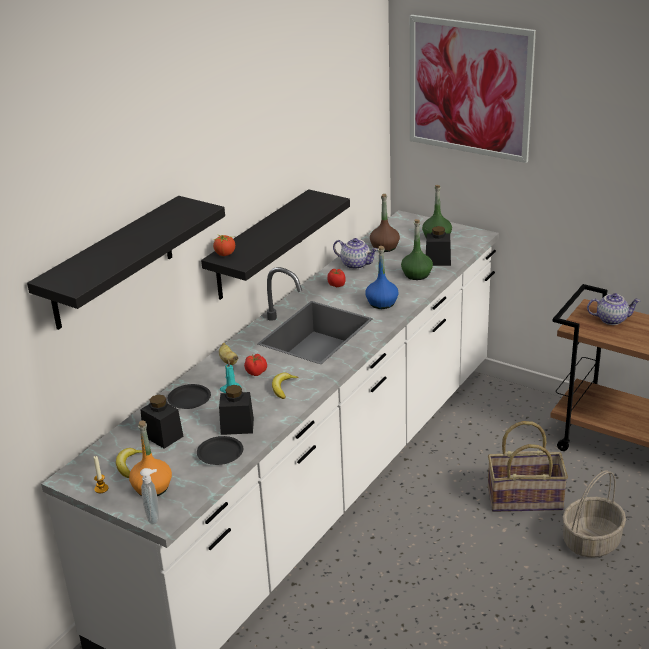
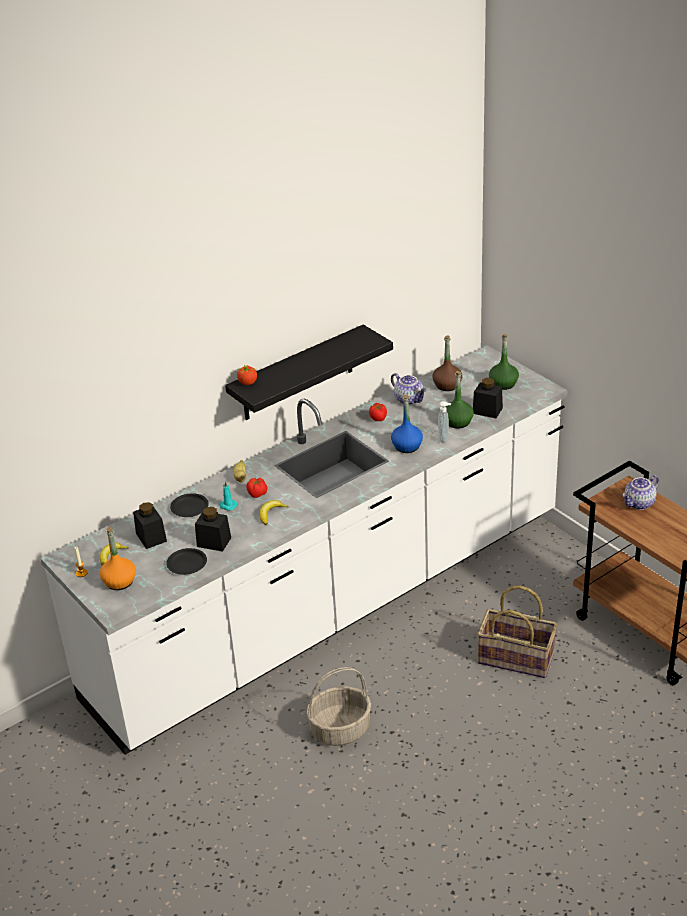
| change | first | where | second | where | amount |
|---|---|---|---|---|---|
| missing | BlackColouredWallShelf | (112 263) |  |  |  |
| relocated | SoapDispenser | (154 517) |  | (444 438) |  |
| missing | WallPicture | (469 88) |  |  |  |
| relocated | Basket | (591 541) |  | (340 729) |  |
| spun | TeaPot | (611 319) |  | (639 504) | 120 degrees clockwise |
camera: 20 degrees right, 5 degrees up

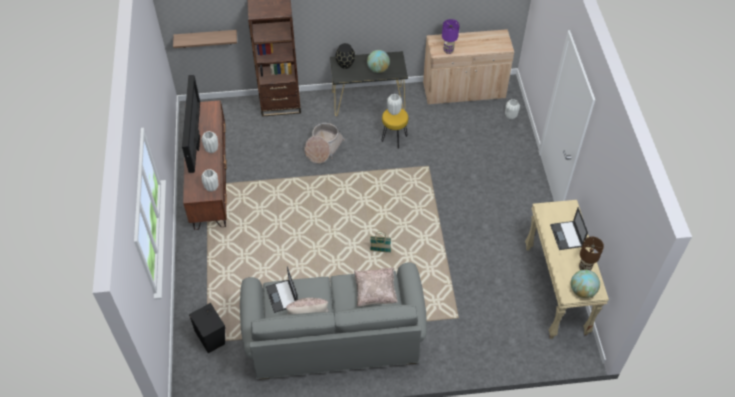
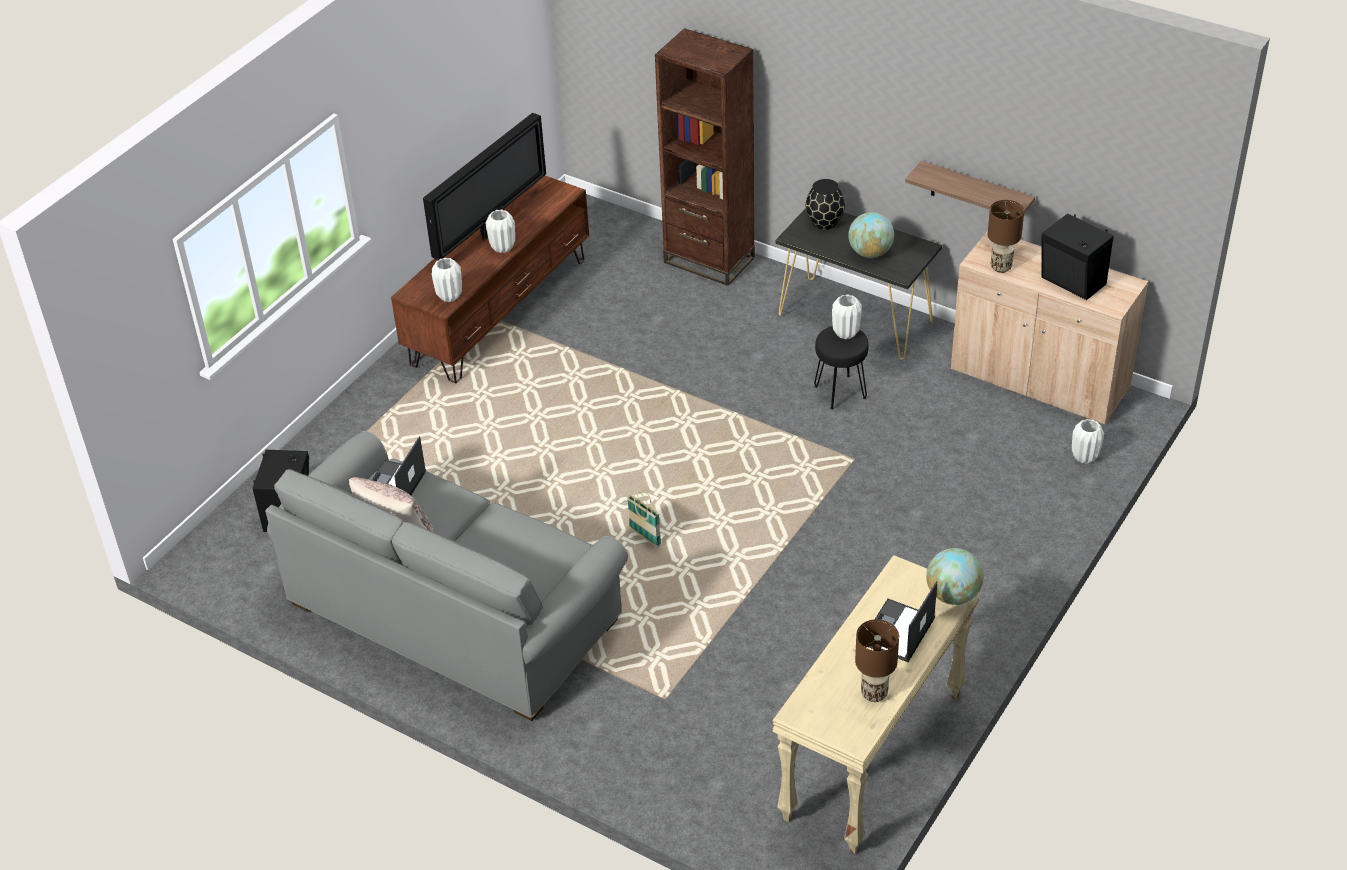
| change | first | where | second | where | amount |
|---|---|---|---|---|---|
| relocated | WallShelf | (206 38) |  | (976 193) |  |
| missing | Basket | (323 148) |  |  |  |
| missing | BeigeColouredCushion | (375 292) |  |  |  |
| colour | YellowStoolSeat | (394 138) | BlackColouredStoolSeat | (841 392) |  |
| colour | PurpleTableLamp | (448 50) | BrownColouredTableLamp | (1000 267) |  |
| relocated | Globe | (582 291) |  | (953 595) |  |
| appeared |  |  | BlackColouredSpeaker | (1072 283) |  |
camera: 40 degrees right, 10 degrees down

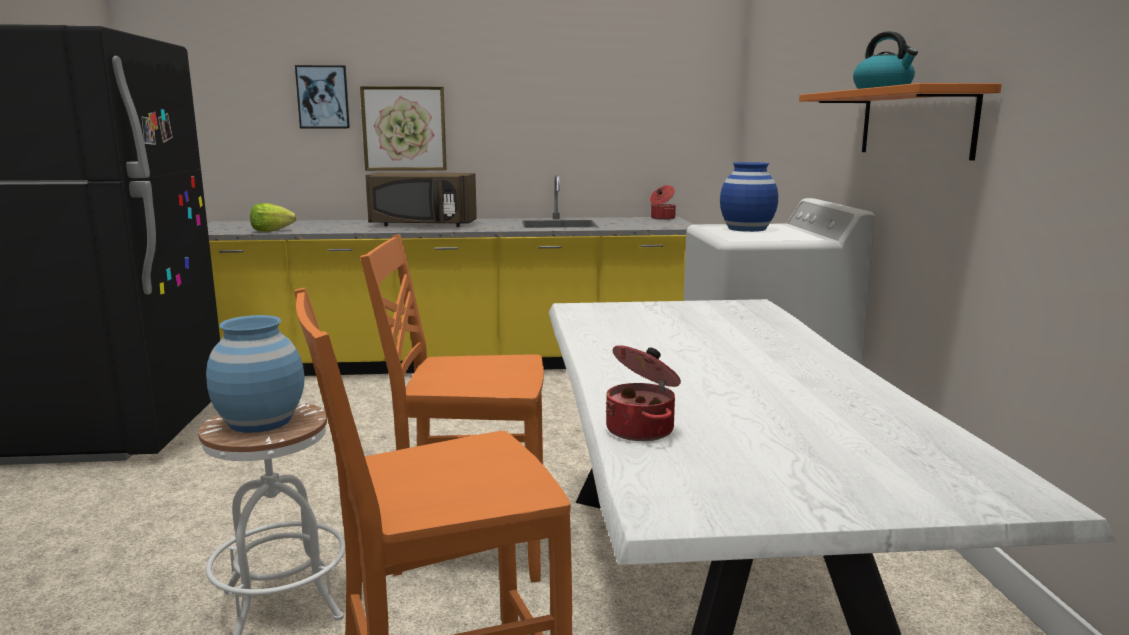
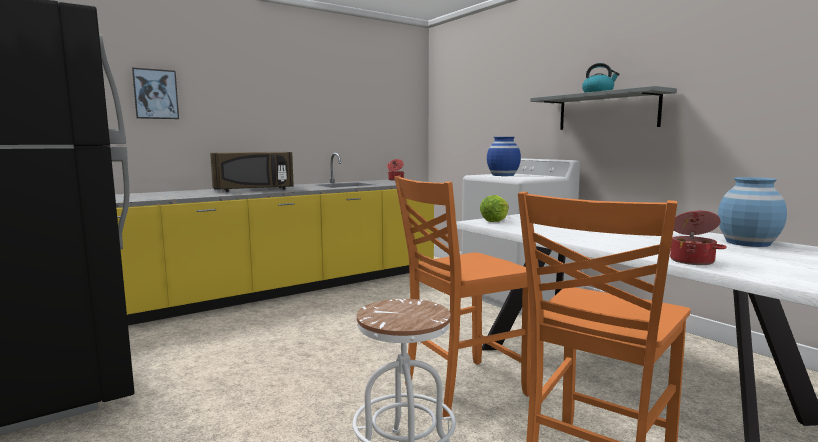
| change | first | where | second | where | amount |
|---|---|---|---|---|---|
| relocated | BlueColouredFlowerVase | (260 421) |  | (748 243) |  |
| relocated | HeadOfLettuce | (271 230) |  | (495 220) |  |
| missing | WallPicture | (404 128) |  |  |  |
| colour | OrangeWallShelf | (915 123) | GreyWallShelf | (607 111) |  |
camera: 30 degrees left, 5 degrees down

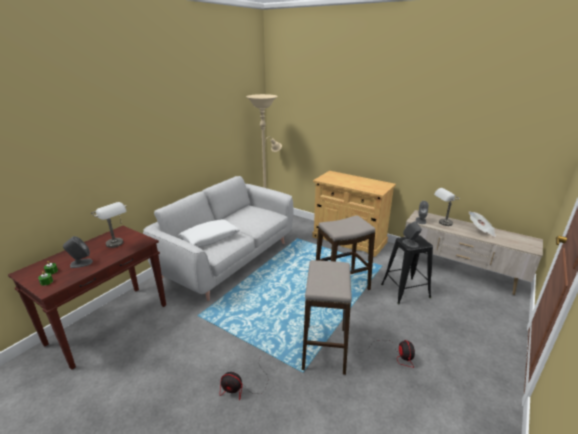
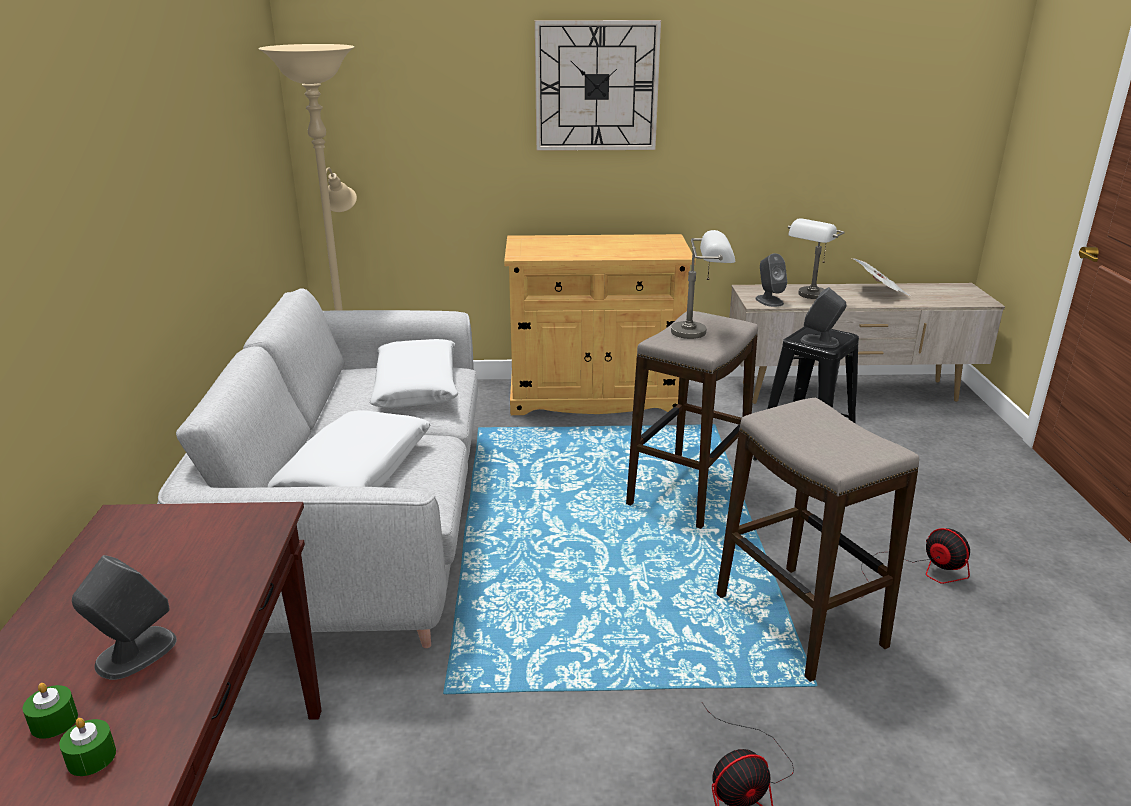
| change | first | where | second | where | amount |
|---|---|---|---|---|---|
| relocated | GreyTableLamp | (118 245) |  | (701 332) |  |
| appeared |  |  | WhitishCushion | (417 386) |  |
| appeared |  |  | ClockOnTheWall | (596 86) |  |
camera: 35 degrees left, 0 degrees up

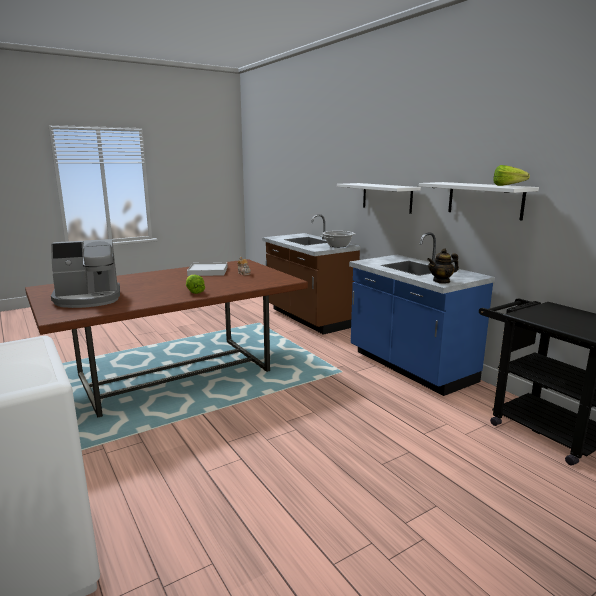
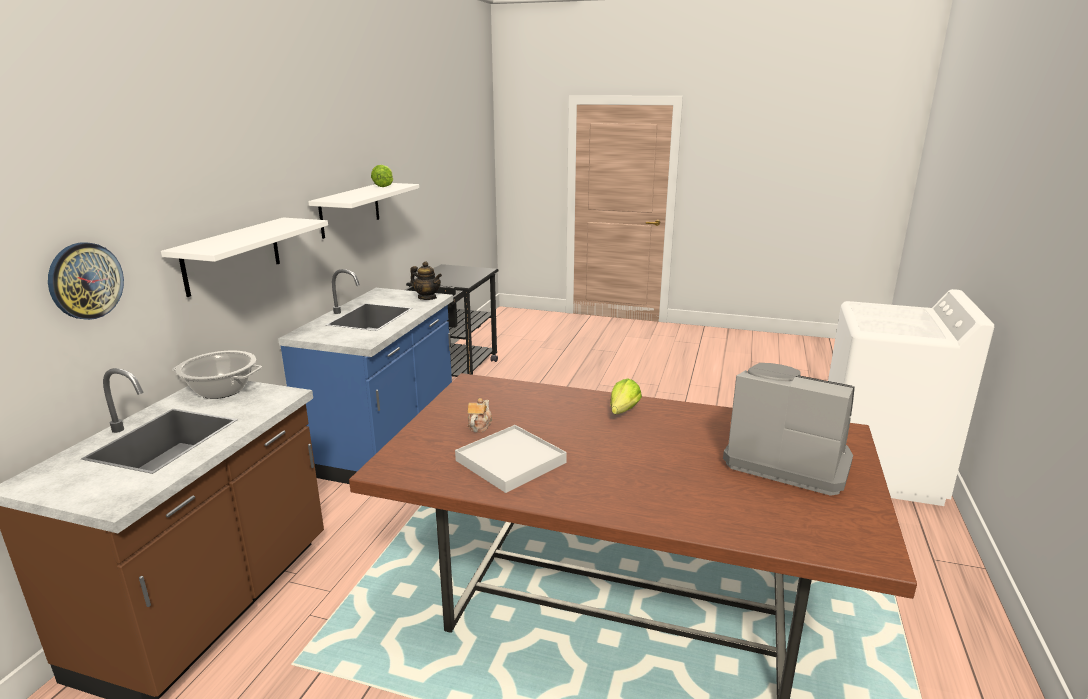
| change | first | where | second | where | amount |
|---|---|---|---|---|---|
| appeared |  |  | ClockOnTheWall | (85 281) |  |
camera: 130 degrees left, 5 degrees up

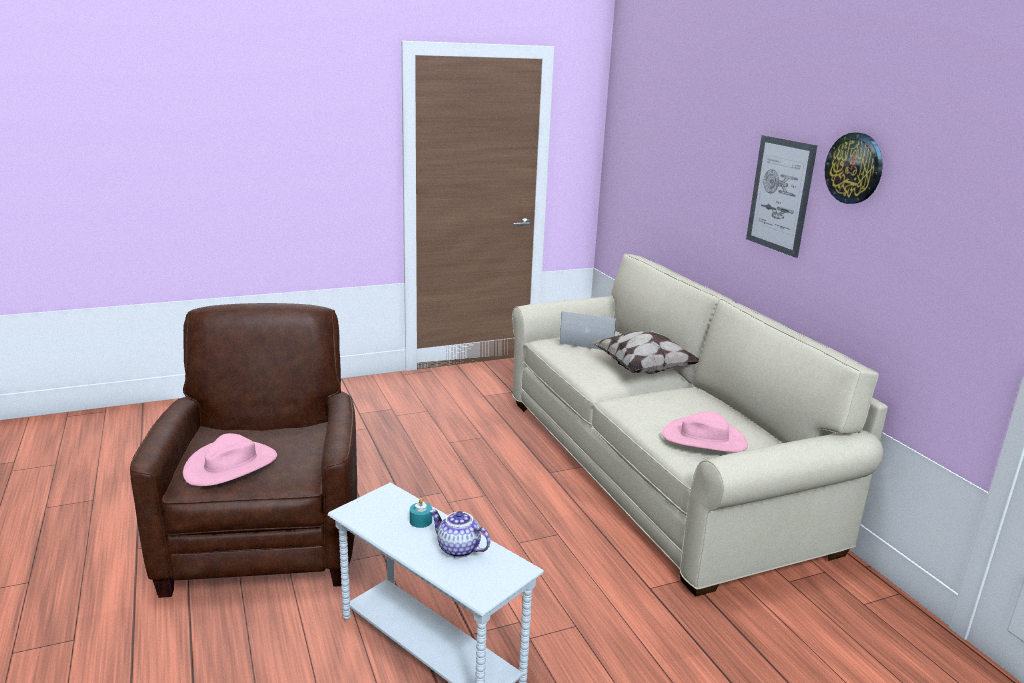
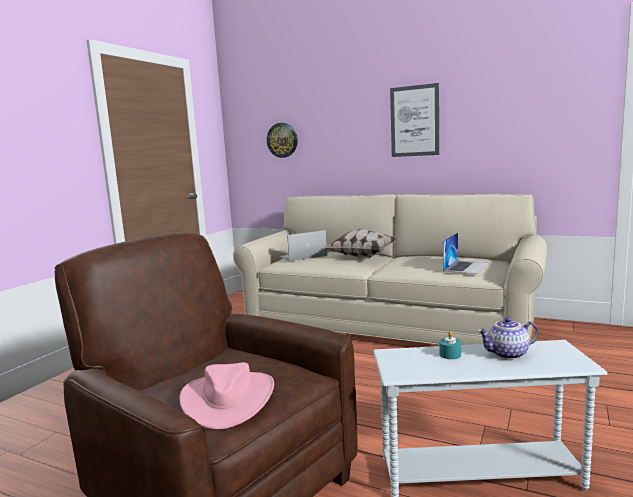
| change | first | where | second | where | amount |
|---|---|---|---|---|---|
| exchanged | PinkClothingHat | (704 439) | PortableComputer | (466 267) |  |
| relocated | ClockOnTheWall | (854 168) |  | (282 140) |  |
camera: 40 degrees left, 10 degrees down

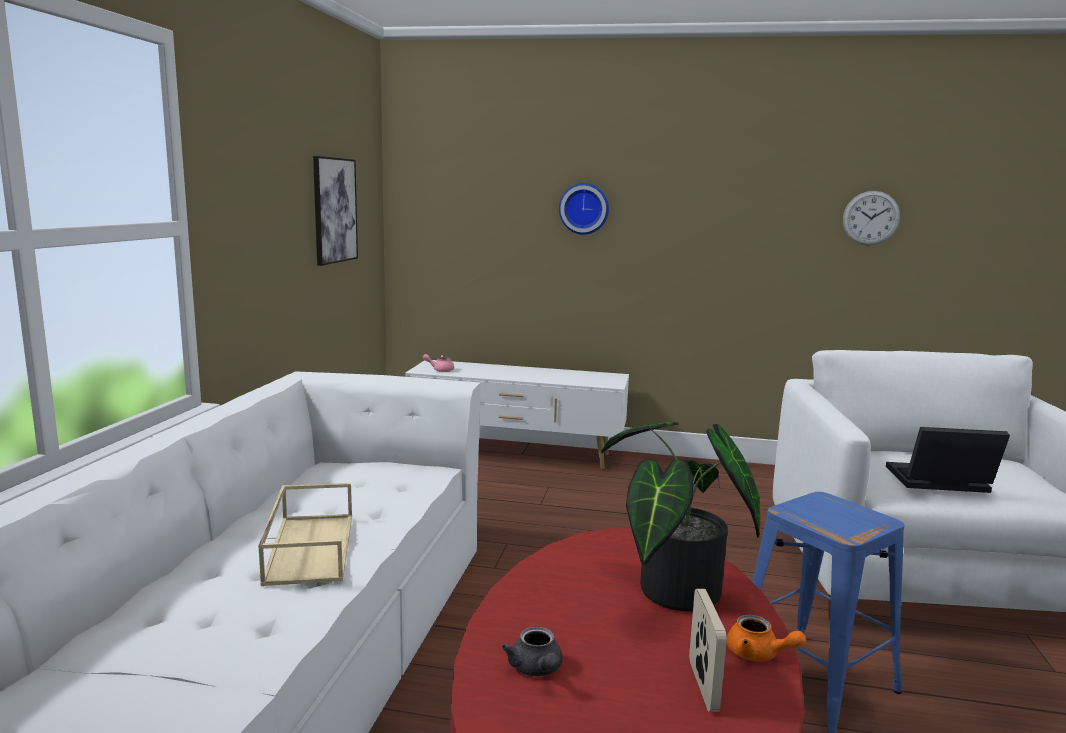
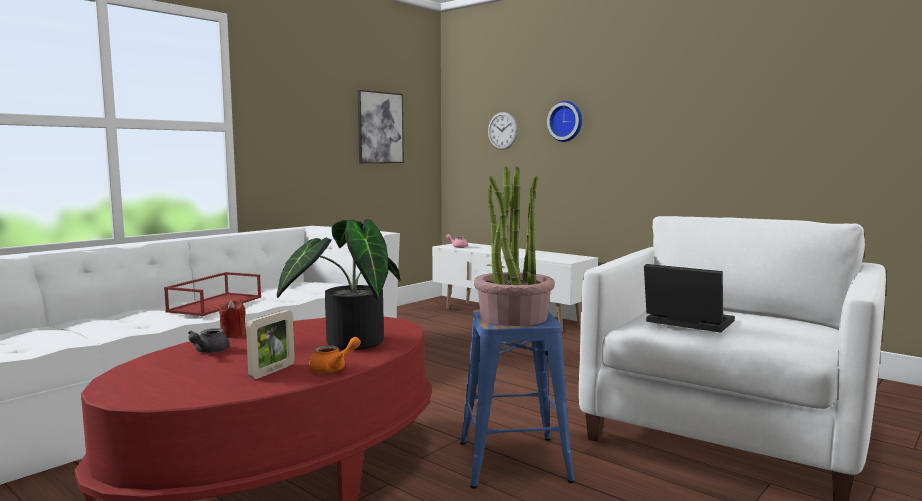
| change | first | where | second | where | amount |
|---|---|---|---|---|---|
| colour | BeigeColouredCarryingTray | (309 547) | RedColouredCarryingTray | (215 304) |  |
| spun | OrangeTeaPot | (758 654) |  | (333 368) | 105 degrees counterclockwise |
| relocated | ClockOnTheWall | (871 218) |  | (502 130) |  |
| appeared |  |  | RedColouredCandle | (233 334) |  |
| appeared |  |  | PottedPlant | (513 317) |  |
camera: 30 degrees right, 5 degrees down

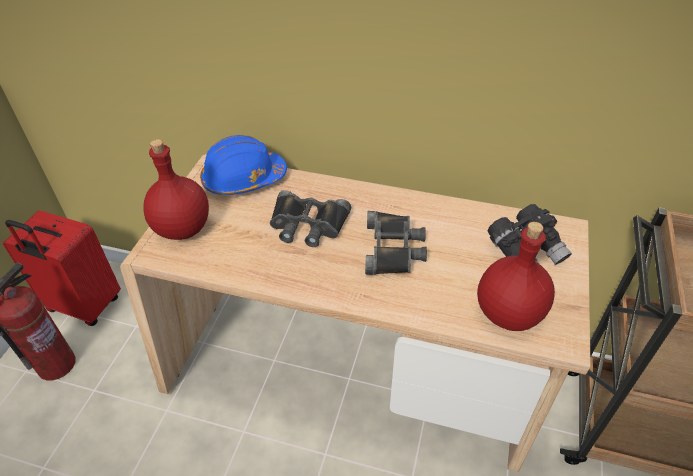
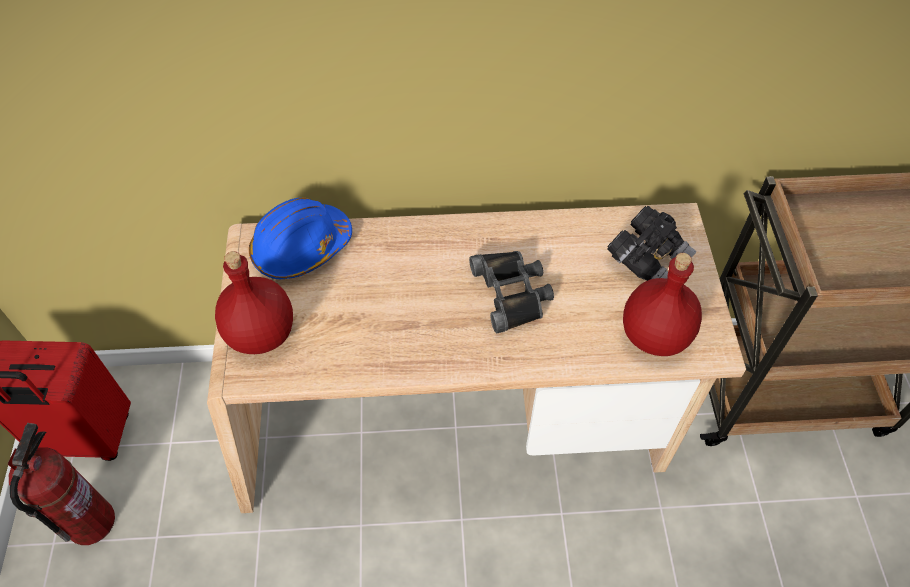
| change | first | where | second | where | amount |
|---|---|---|---|---|---|
| missing | BlackColouredBinoculars | (307 225) |  |  |  |
camera: 20 degrees left, 10 degrees up

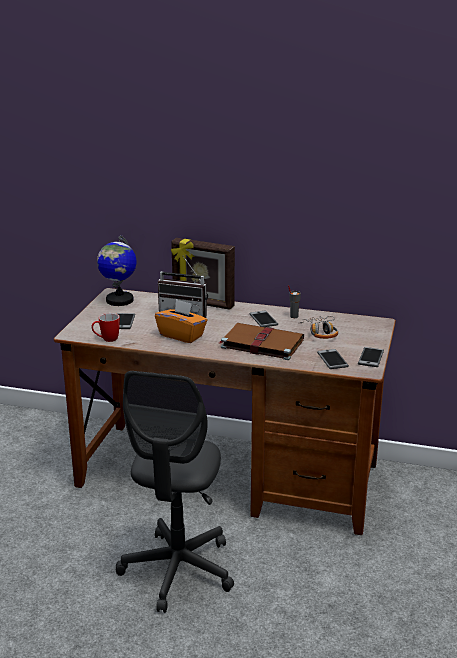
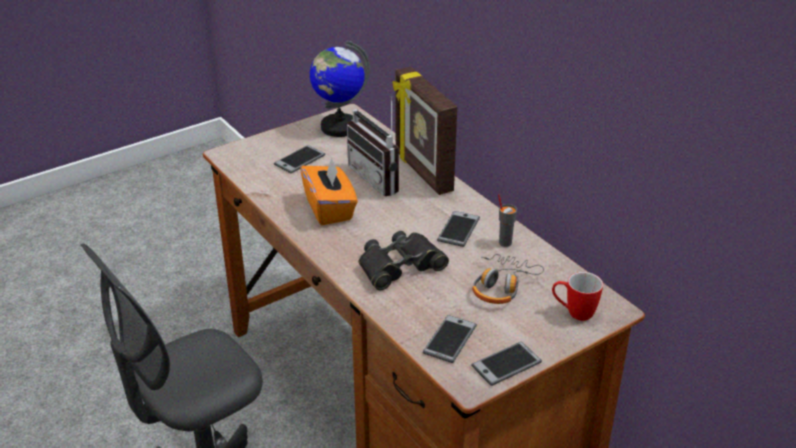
| change | first | where | second | where | amount |
|---|---|---|---|---|---|
| relocated | Mug | (106 340) |  | (573 312) |  |
| exchanged | BrownColouredBoundBook | (261 343) | BlackColouredBinoculars | (400 266) |  |
camera: 40 degrees right, 10 degrees up

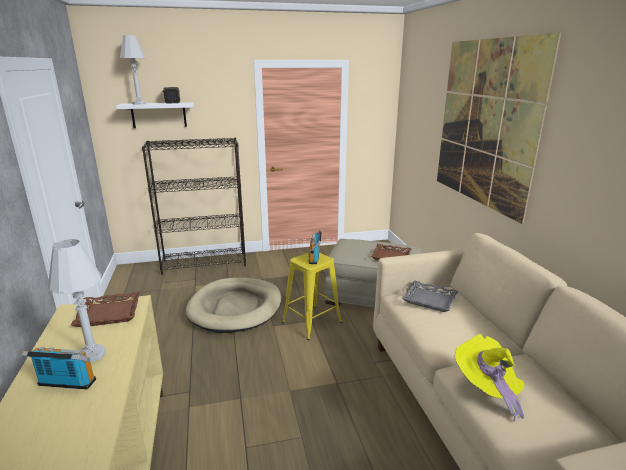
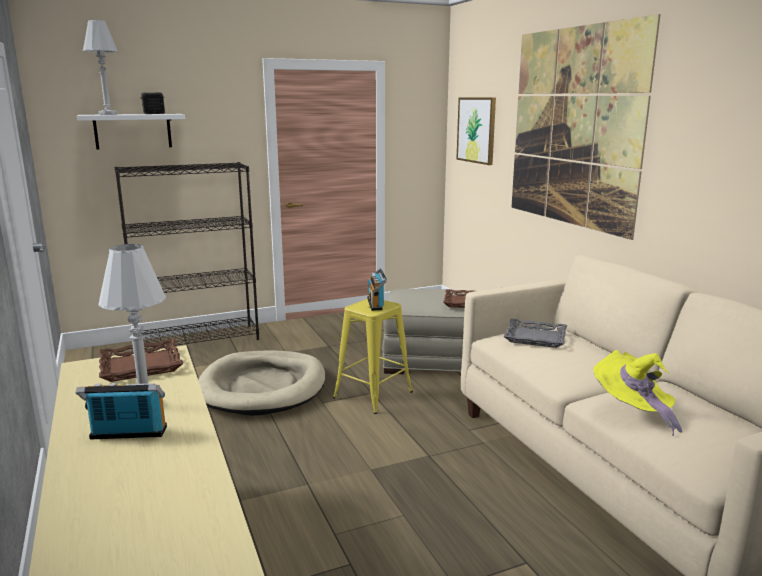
| change | first | where | second | where | amount |
|---|---|---|---|---|---|
| appeared |  |  | WallPicture | (476 130) |  |
camera: 10 degrees left, 5 degrees down

